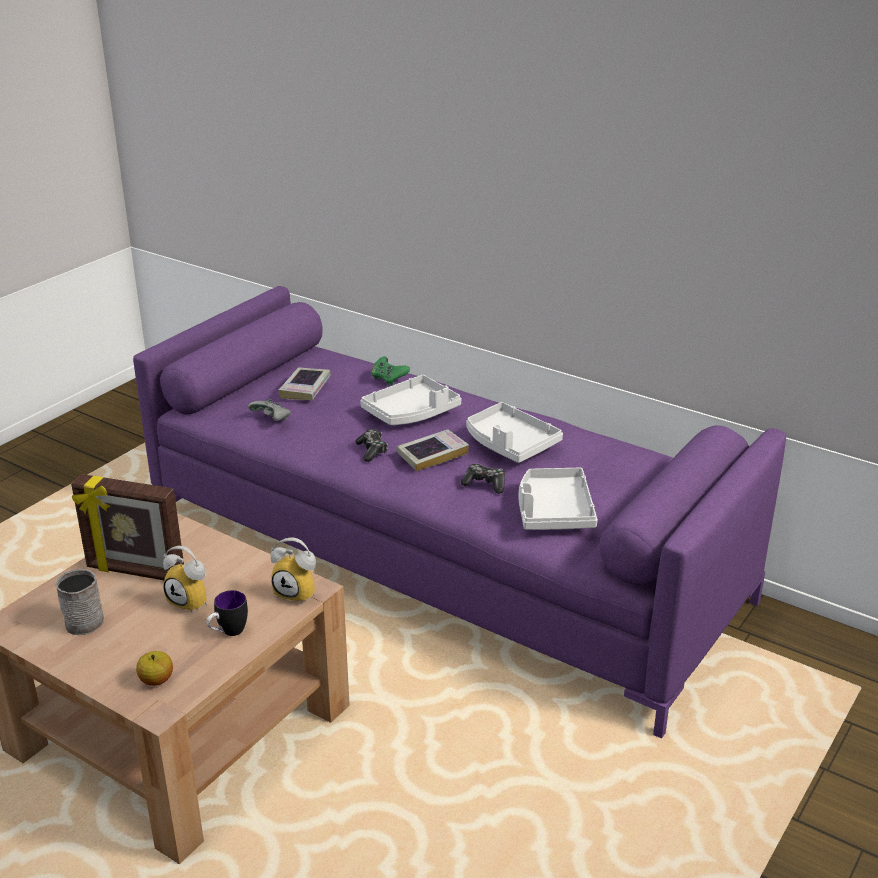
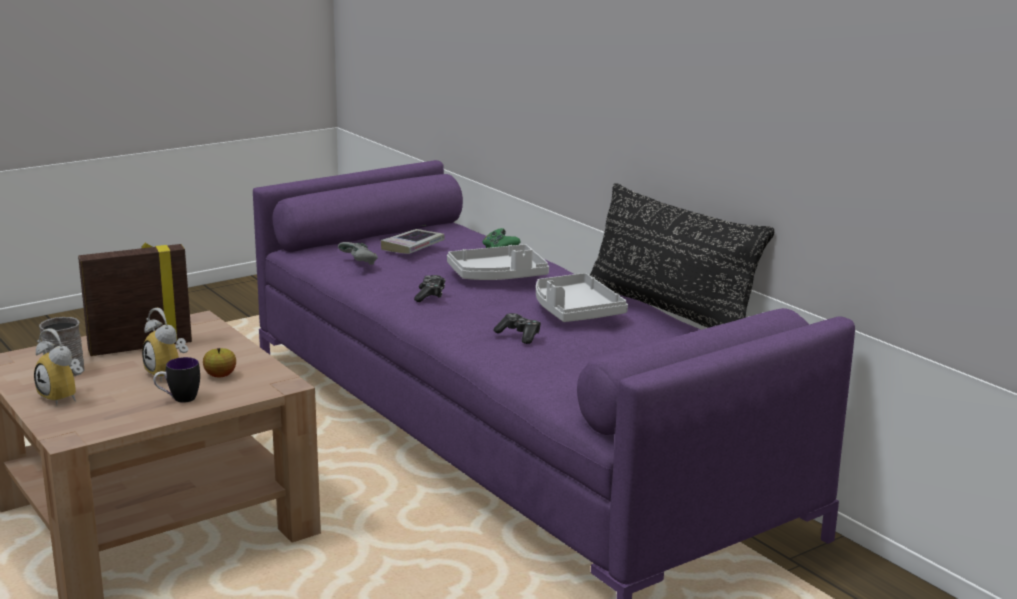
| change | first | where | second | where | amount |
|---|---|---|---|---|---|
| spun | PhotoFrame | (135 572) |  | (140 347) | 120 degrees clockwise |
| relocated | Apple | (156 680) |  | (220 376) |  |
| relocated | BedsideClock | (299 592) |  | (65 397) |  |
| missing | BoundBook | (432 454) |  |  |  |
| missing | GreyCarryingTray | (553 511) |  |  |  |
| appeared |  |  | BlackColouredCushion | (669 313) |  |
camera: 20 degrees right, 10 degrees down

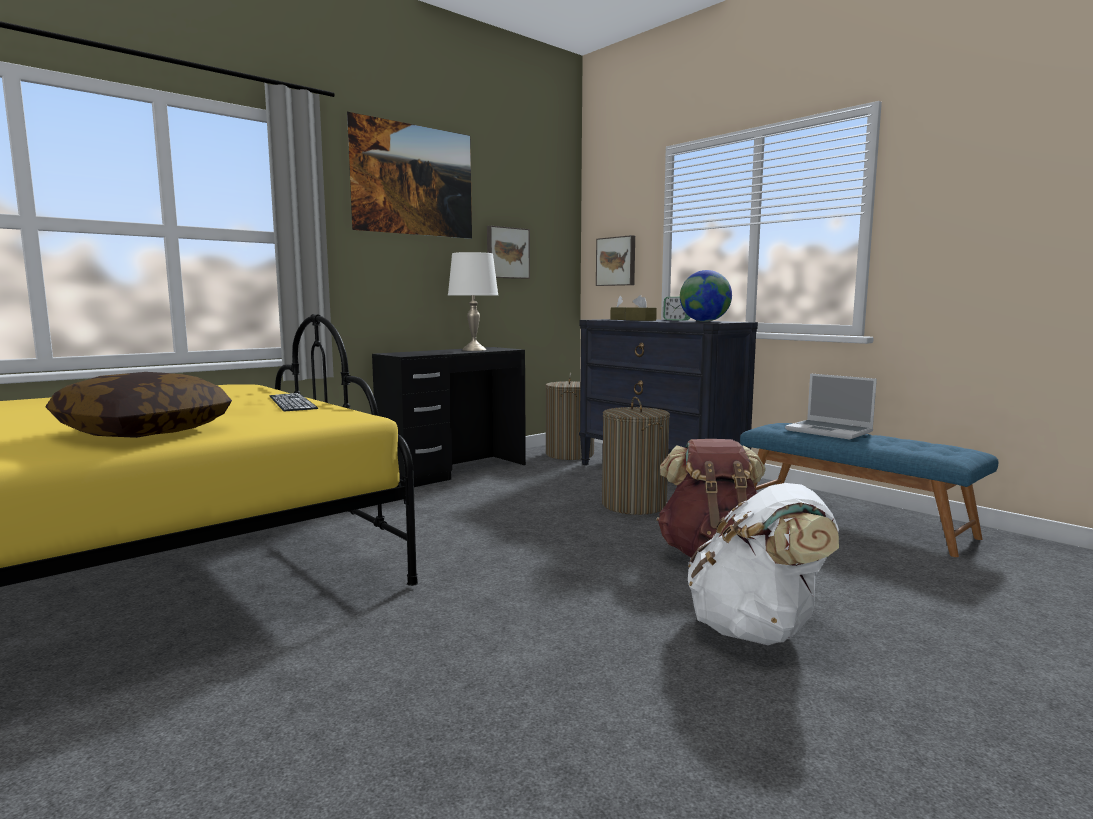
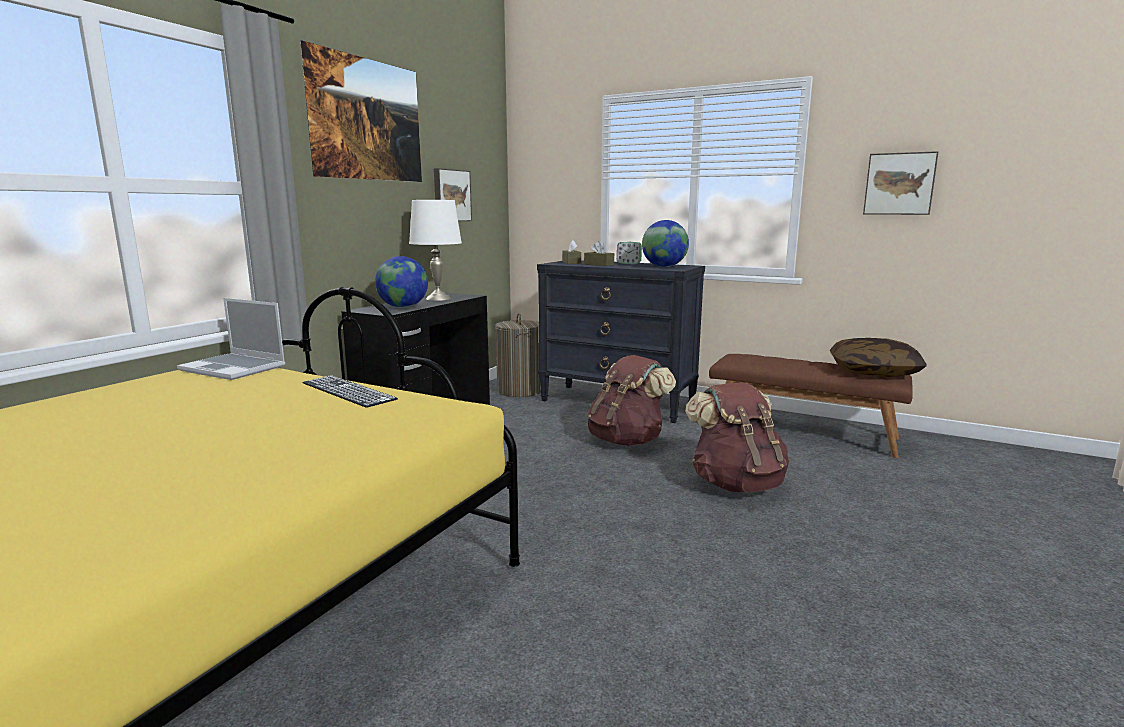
| change | first | where | second | where | amount |
|---|---|---|---|---|---|
| relocated | Cushion | (143 432) |  | (873 372) |  |
| relocated | WallPicture | (616 261) |  | (899 184) |  |
| exchanged | WashingBasket | (634 505) | BrownColouredKnapsack | (627 440) |  |
| missing | WhitishKnapsack | (757 630) |  |  |  |
| colour | BlueColouredBench | (853 519) | BrownColouredBench | (802 432) |  |
| relocated | PortableComputer | (830 431) |  | (235 368) |  |
| appeared |  |  | Globe | (403 307) |  |
camera: 20 degrees left, 5 degrees up

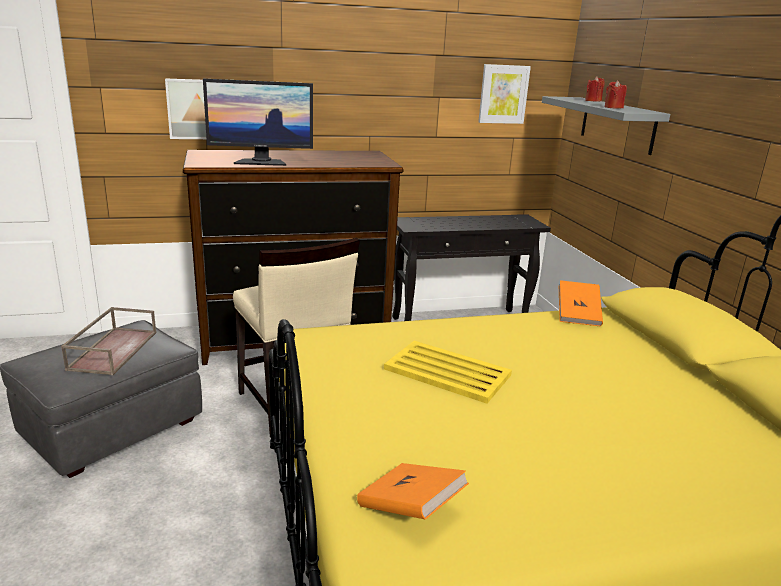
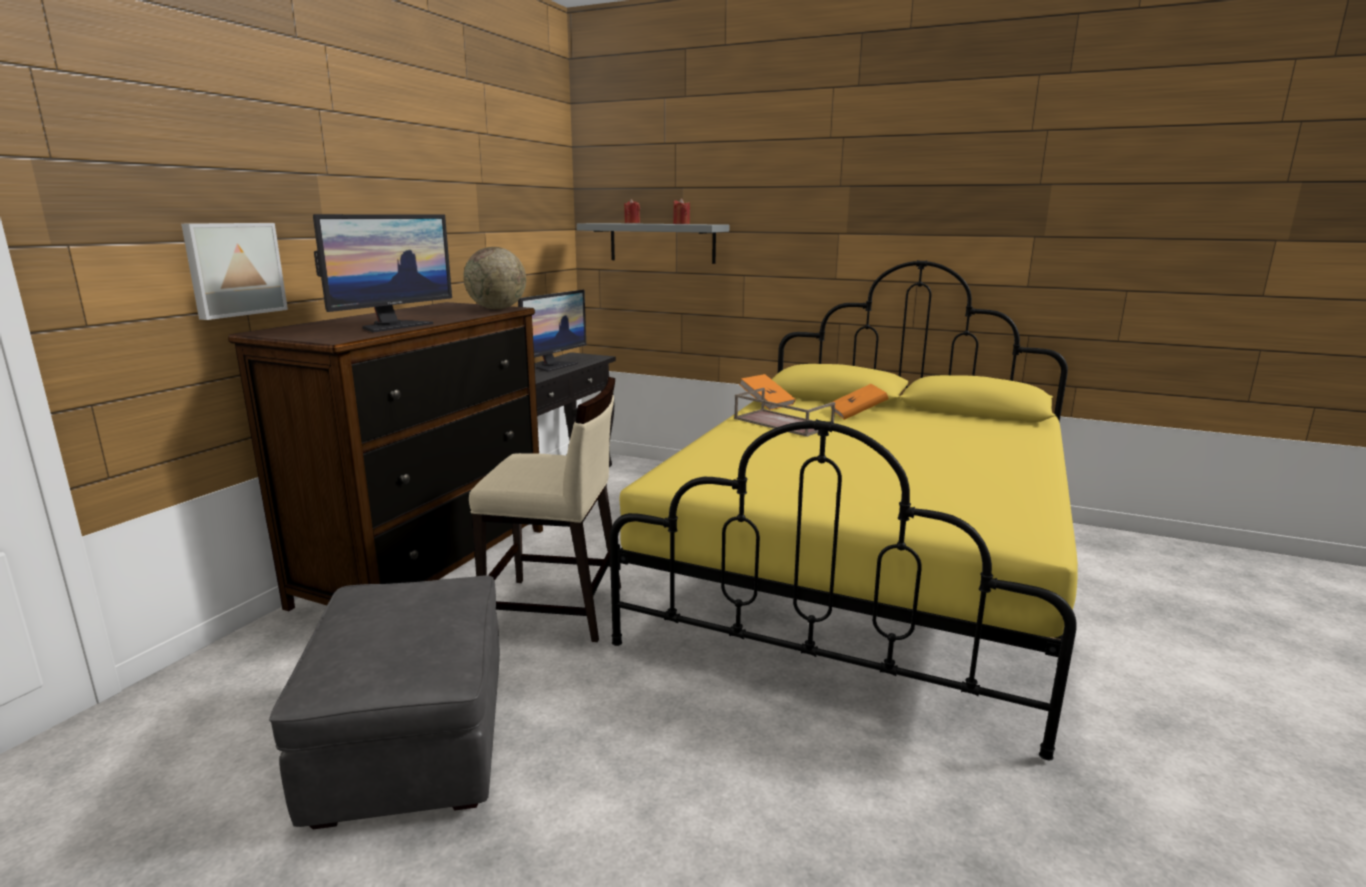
| change | first | where | second | where | amount |
|---|---|---|---|---|---|
| relocated | BrownColouredCarryingTray | (113 350) |  | (781 423) |  |
| relocated | OrangeBoundBook | (410 509) |  | (857 414) |  |
| missing | YellowCarryingTray | (446 371) |  |  |  |
| missing | WallPicture | (503 94) |  |  |  |
| appeared |  |  | Globe | (497 308) |  |
| appeared |  |  | ComputerScreen | (553 366) |  |
camera: 50 degrees left, 5 degrees down

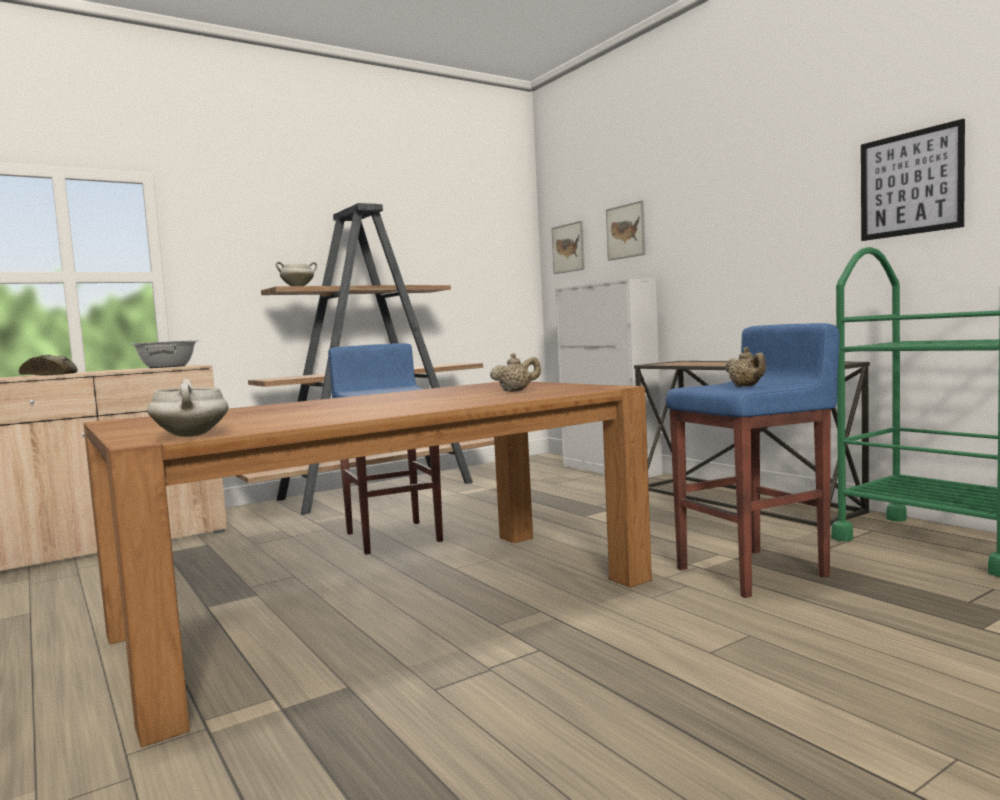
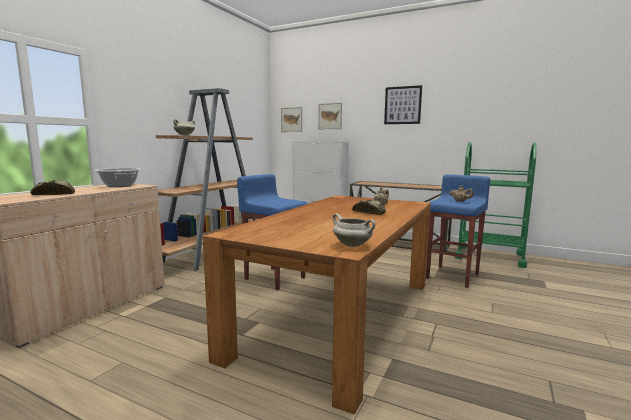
| change | first | where | second | where | amount |
|---|---|---|---|---|---|
| relocated | WallPicture | (910 183) |  | (402 105) |  |
| appeared |  |  | BakedBread | (369 212) |  |
camera: 30 degrees left, 5 degrees up

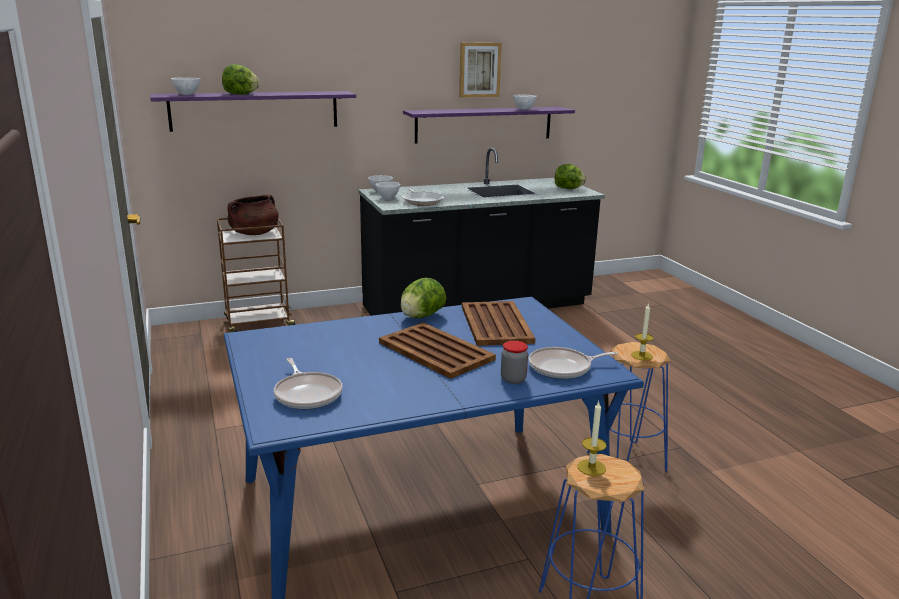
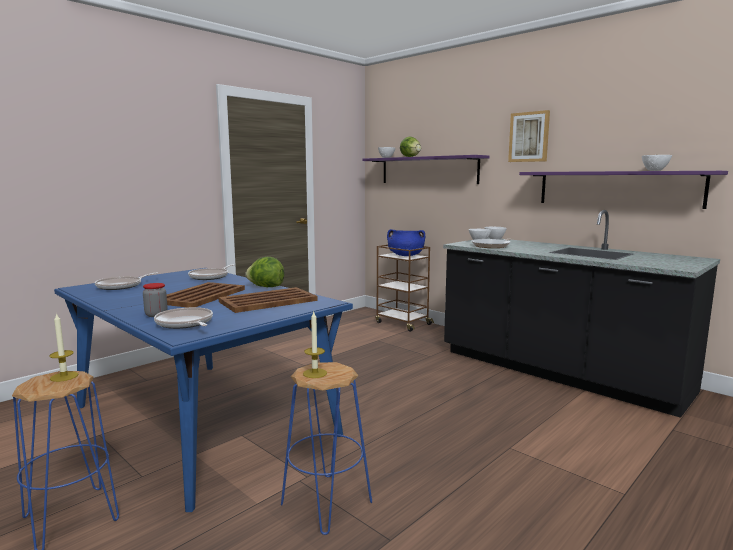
| change | first | where | second | where | amount |
|---|---|---|---|---|---|
| colour | BrownColouredSaucepot | (254 233) | BlueColouredSaucepot | (405 255) |  |
| relocated | WallPicture | (479 70) |  | (529 137) |  |
| missing | HeadOfLettuce | (568 188) |  |  |  |
| appeared |  |  | FryingPan | (210 277) |  |
camera: 65 degrees right, 10 degrees down

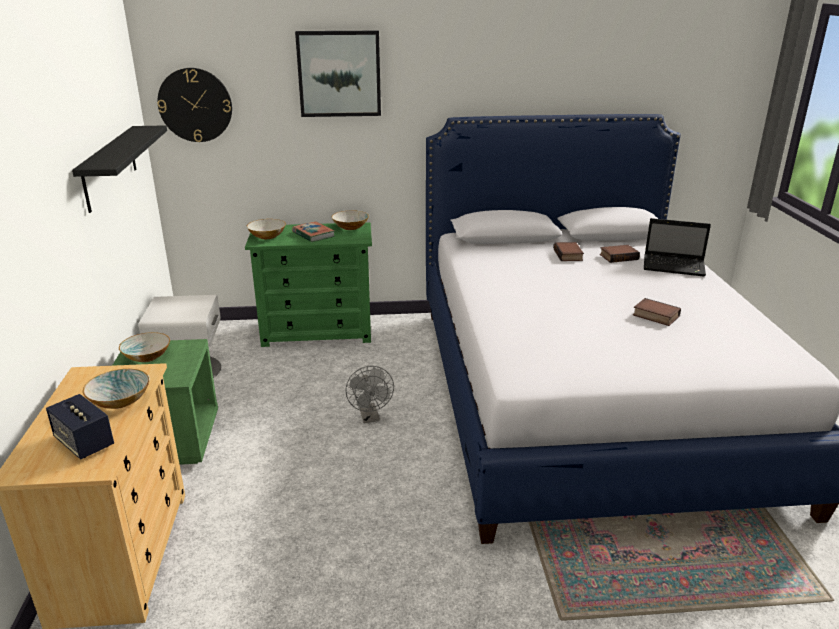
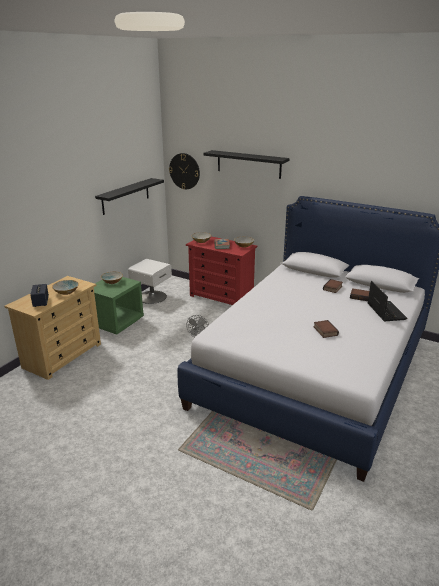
| change | first | where | second | where | amount |
|---|---|---|---|---|---|
| colour | GreenishDrawerChest | (318 331) | RedColouredDrawerChest | (221 296) |  |
| exchanged | WallPicture | (339 74) | BlackColouredWallShelf | (248 164) |  |
| spun | PortableComputer | (675 267) |  | (385 311) | 150 degrees counterclockwise |
camera: 35 degrees right, 0 degrees up

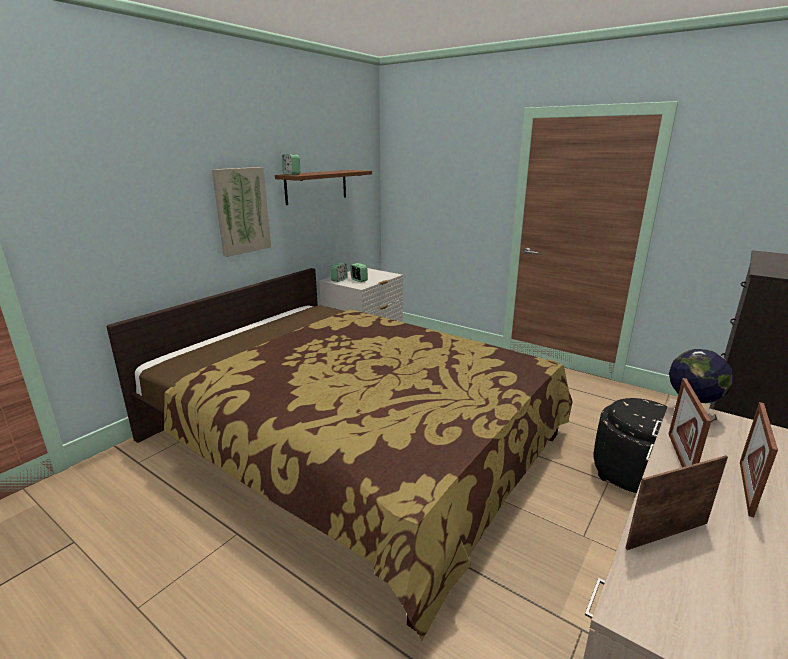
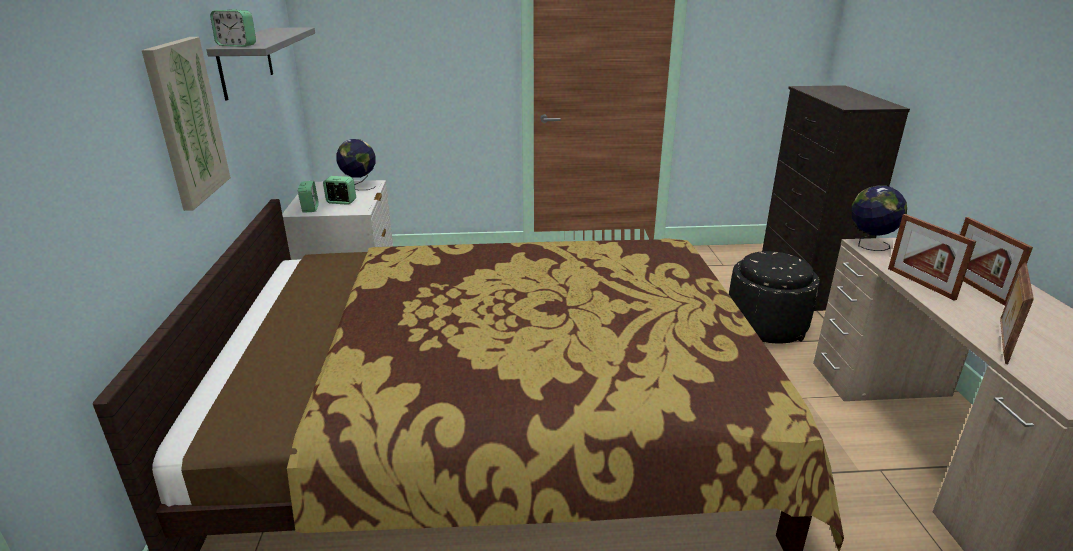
| change | first | where | second | where | amount |
|---|---|---|---|---|---|
| colour | BrownColouredWallShelf | (316 186) | GreyWallShelf | (246 61) |  |
| appeared |  |  | Globe | (359 186) |  |
camera: 40 degrees left, 5 degrees up

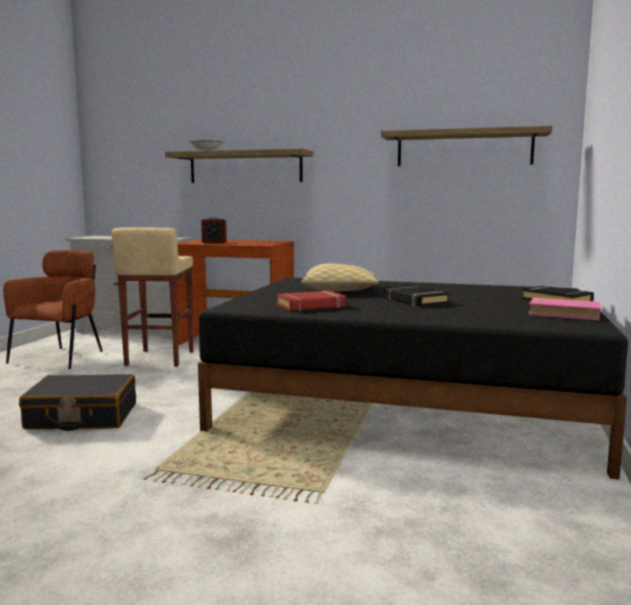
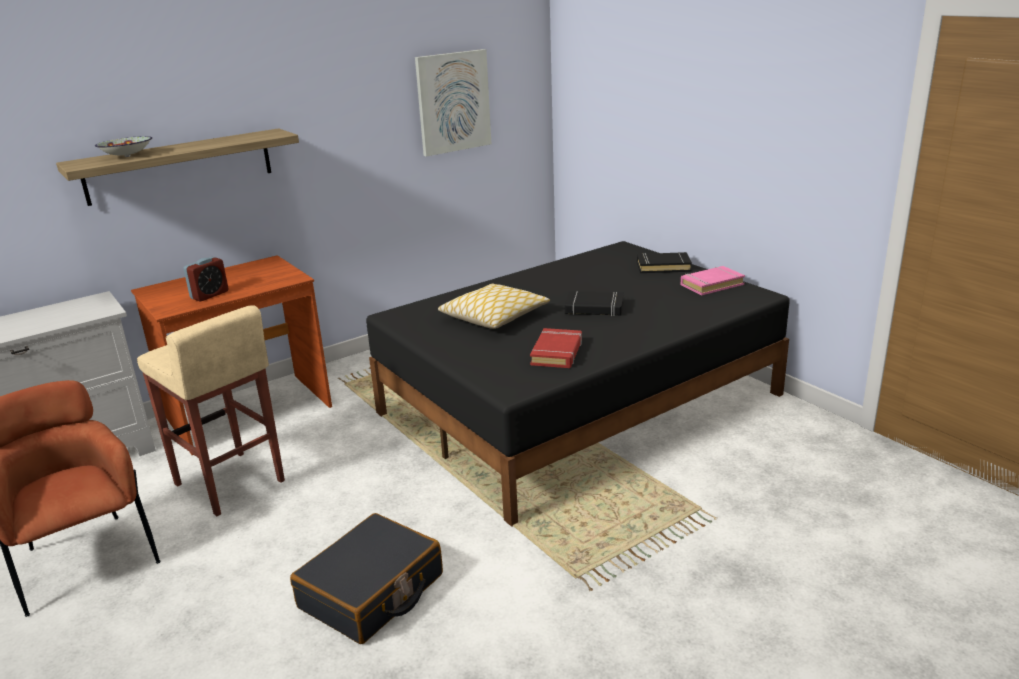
| change | first | where | second | where | amount |
|---|---|---|---|---|---|
| exchanged | WallShelf | (464 148) | WallPicture | (453 102) |  |
camera: 50 degrees left, 15 degrees up

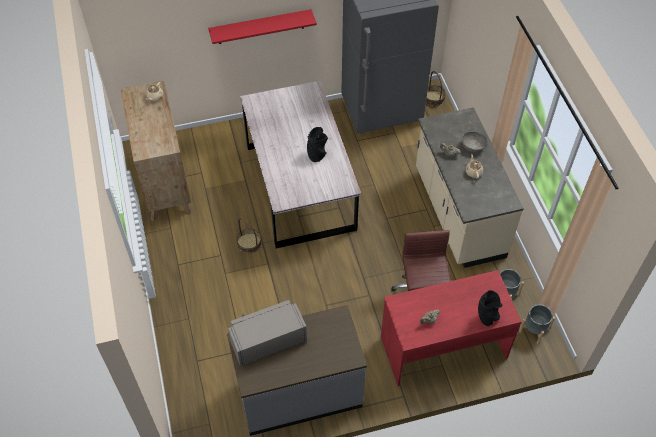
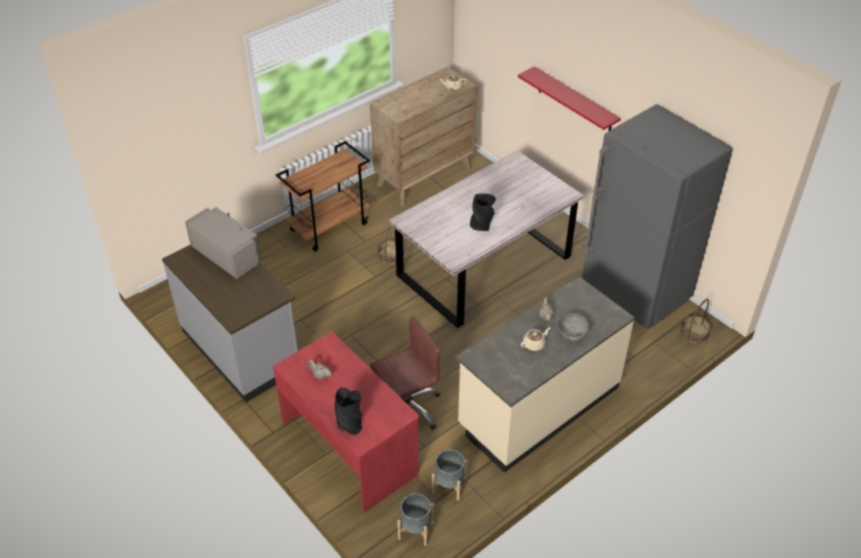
| change | first | where | second | where | amount |
|---|---|---|---|---|---|
| appeared |  |  | BrownColouredCart | (329 227) |  |
camera: 65 degrees right, 10 degrees down

